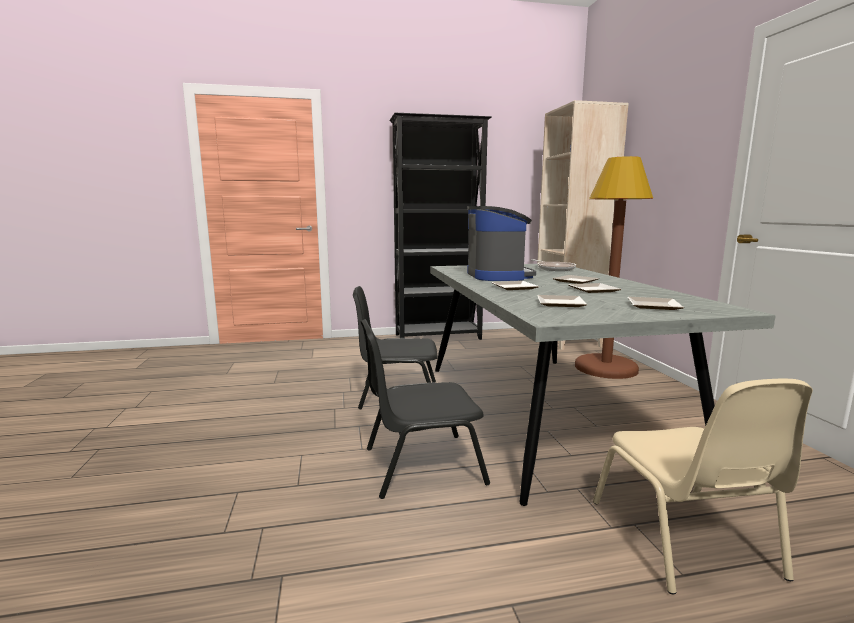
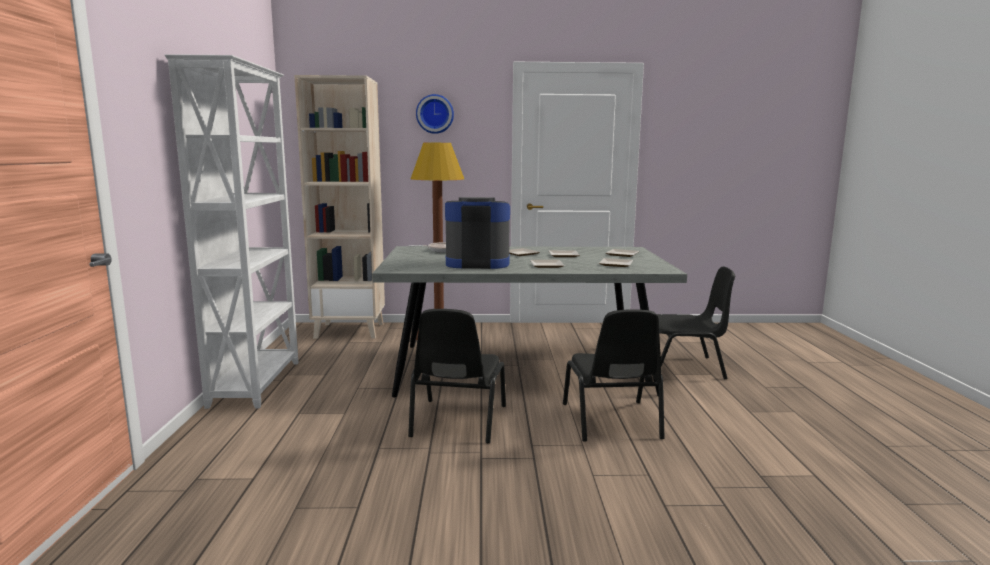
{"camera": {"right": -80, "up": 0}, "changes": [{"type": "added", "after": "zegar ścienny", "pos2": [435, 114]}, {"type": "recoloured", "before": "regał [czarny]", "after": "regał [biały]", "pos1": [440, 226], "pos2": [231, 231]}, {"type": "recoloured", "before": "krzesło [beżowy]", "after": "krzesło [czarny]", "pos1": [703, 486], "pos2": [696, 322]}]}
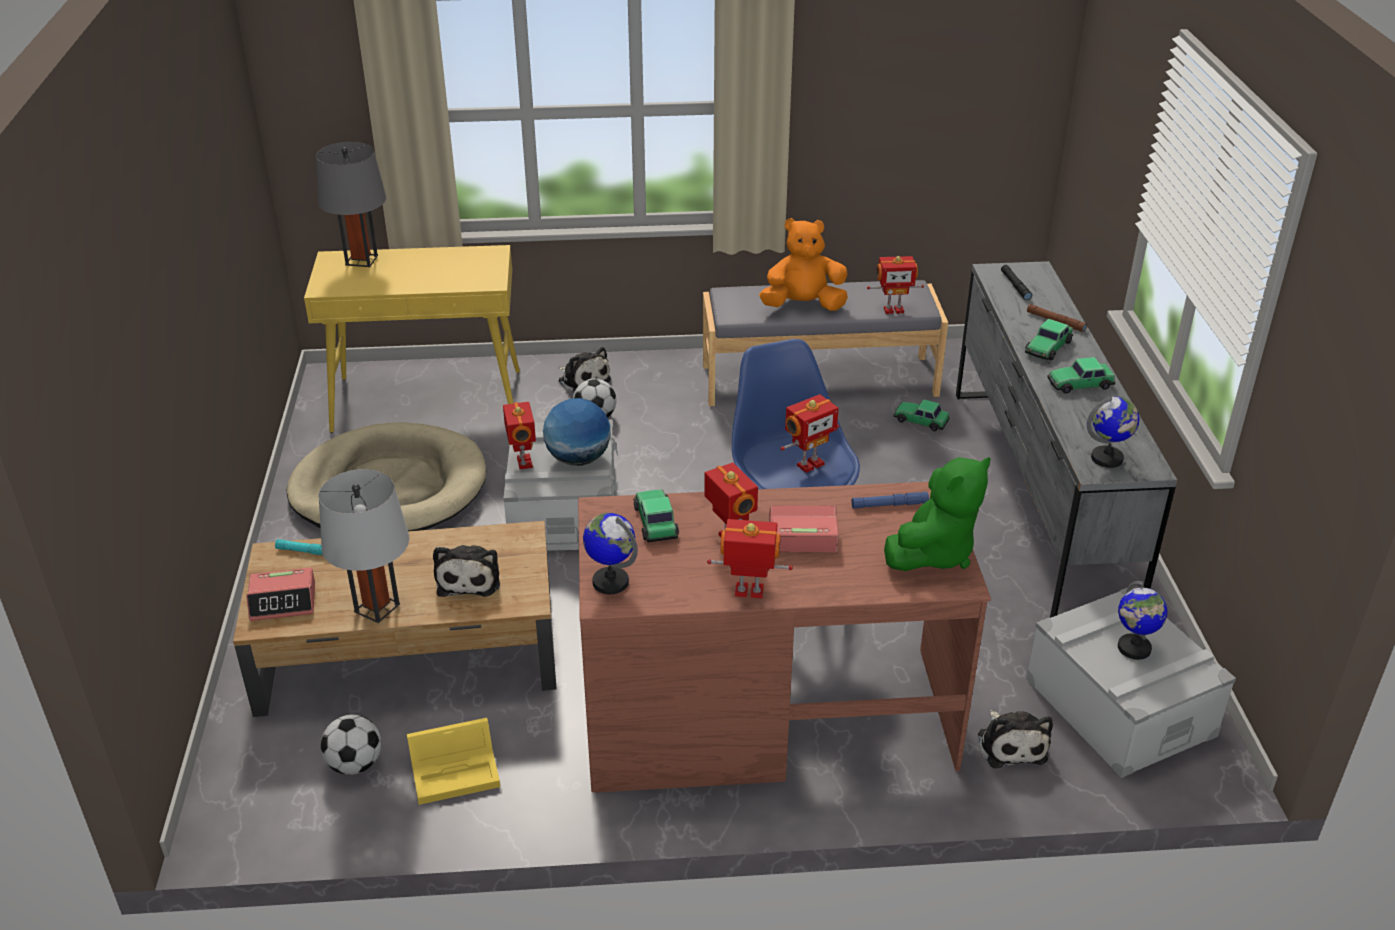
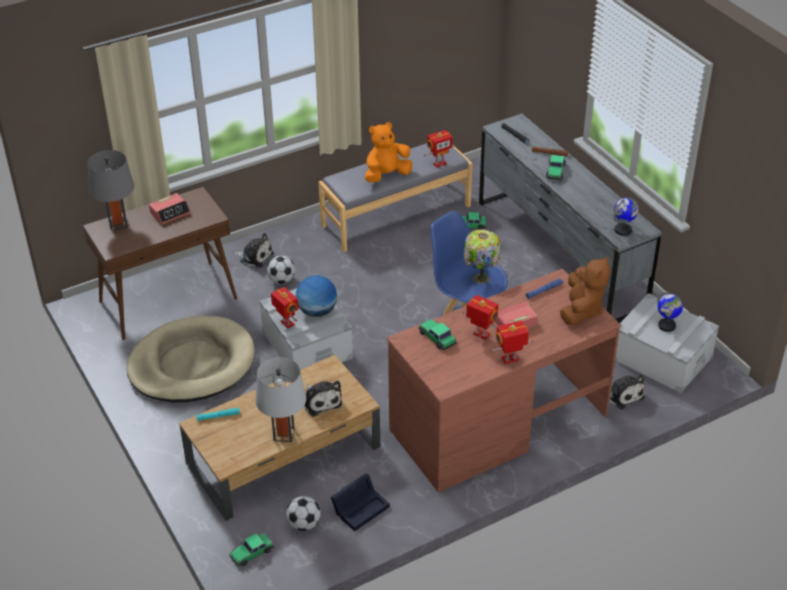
{"camera": {"right": -25, "up": 5}, "changes": [{"type": "removed", "before": "globus", "pos1": [610, 553]}, {"type": "moved", "before": "budzik", "pos1": [280, 594], "pos2": [170, 209]}, {"type": "moved", "before": "samochodzik", "pos1": [1081, 375], "pos2": [251, 549]}, {"type": "replaced", "before": "robot zabawkowy", "after": "lampa stołowa", "pos1": [809, 433], "pos2": [482, 256]}, {"type": "recoloured", "before": "stolik konsolowy [żółty]", "after": "stolik konsolowy [brązowy]", "pos1": [412, 339], "pos2": [160, 263]}, {"type": "recoloured", "before": "pojemnik do przechowywania [żółty]", "after": "pojemnik do przechowywania [czarny]", "pos1": [453, 761], "pos2": [360, 502]}, {"type": "recoloured", "before": "pluszak [zielony]", "after": "pluszak [brązowy]", "pos1": [937, 514], "pos2": [585, 290]}]}
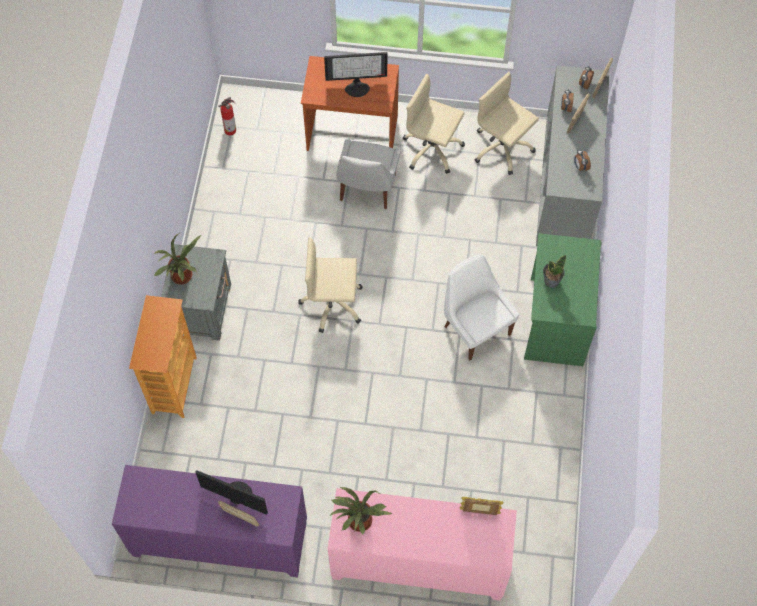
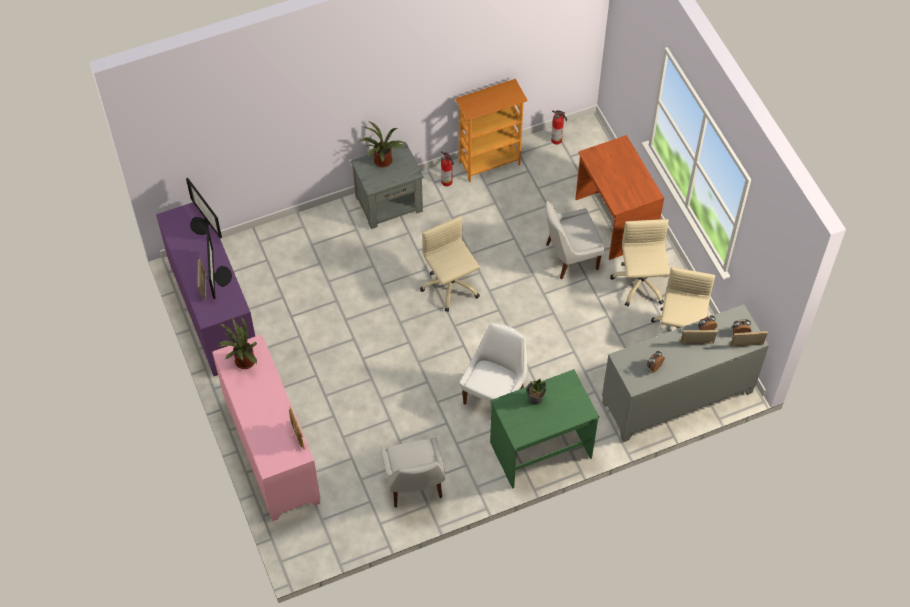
{"camera": {"right": 60, "up": -5}, "changes": [{"type": "added", "after": "krzesło [biały]", "pos2": [413, 473]}, {"type": "added", "after": "gaśnica", "pos2": [447, 168]}, {"type": "moved", "before": "regał", "pos1": [163, 356], "pos2": [491, 130]}, {"type": "moved", "before": "monitor", "pos1": [355, 74], "pos2": [204, 208]}]}
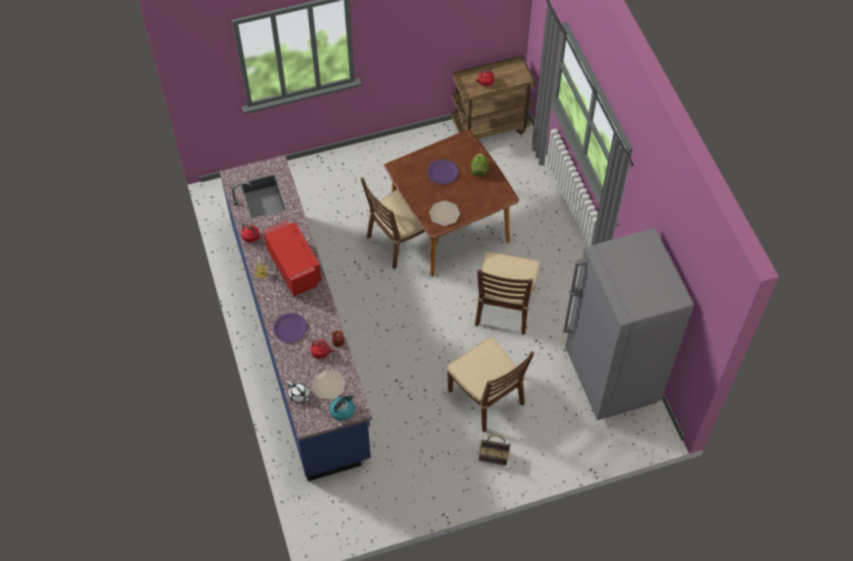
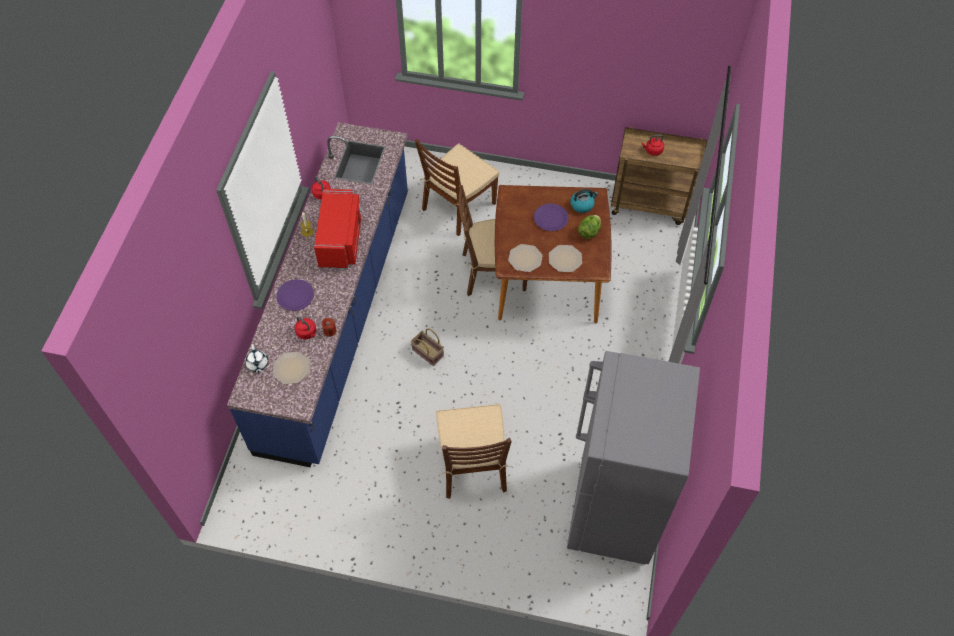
{"camera": {"right": 30, "up": 0}, "changes": [{"type": "added", "after": "talerz", "pos2": [565, 258]}, {"type": "moved", "before": "czajnik", "pos1": [342, 407], "pos2": [584, 201]}, {"type": "moved", "before": "krzesło [brązowy]", "pos1": [506, 293], "pos2": [457, 187]}, {"type": "moved", "before": "koszyk", "pos1": [494, 450], "pos2": [427, 347]}]}
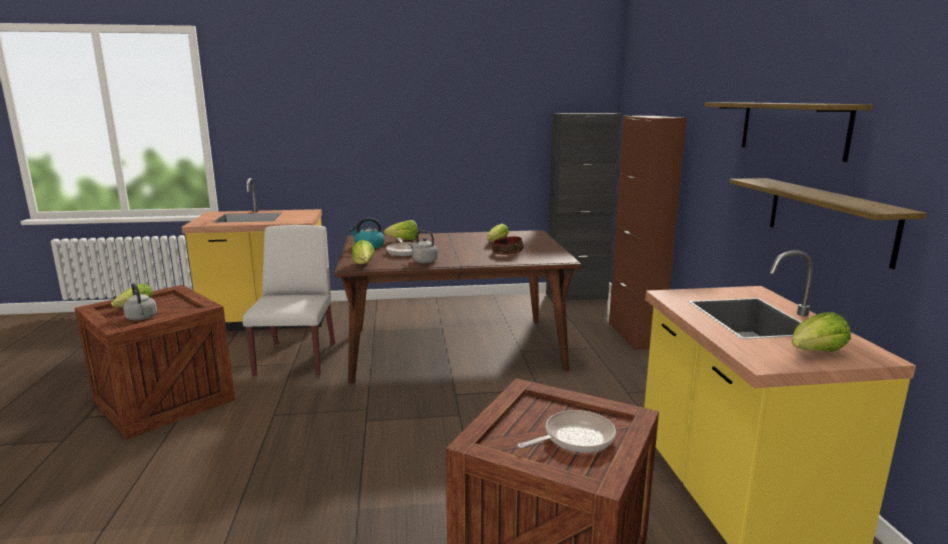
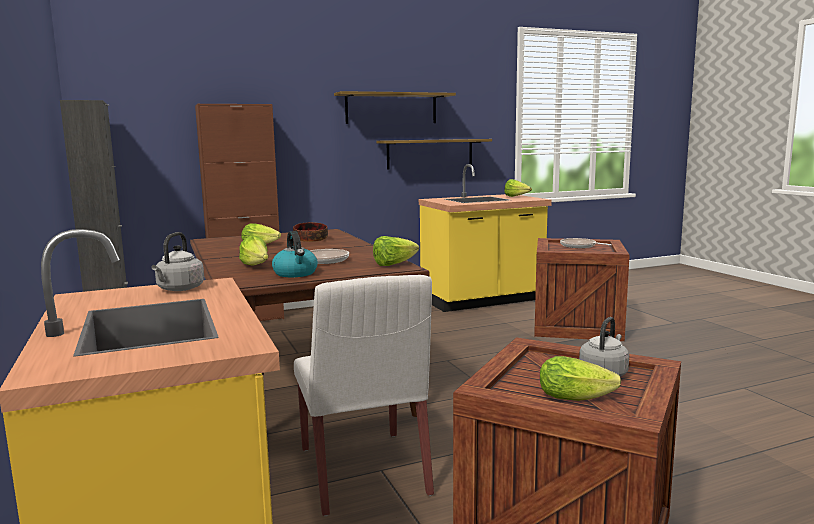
{"camera": {"right": -105, "up": -5}, "changes": [{"type": "moved", "before": "czajnik [szary]", "pos1": [423, 247], "pos2": [177, 261]}, {"type": "turned", "before": "krzesło [biały]", "pos1": [289, 301], "pos2": [364, 395], "turn": -90}]}
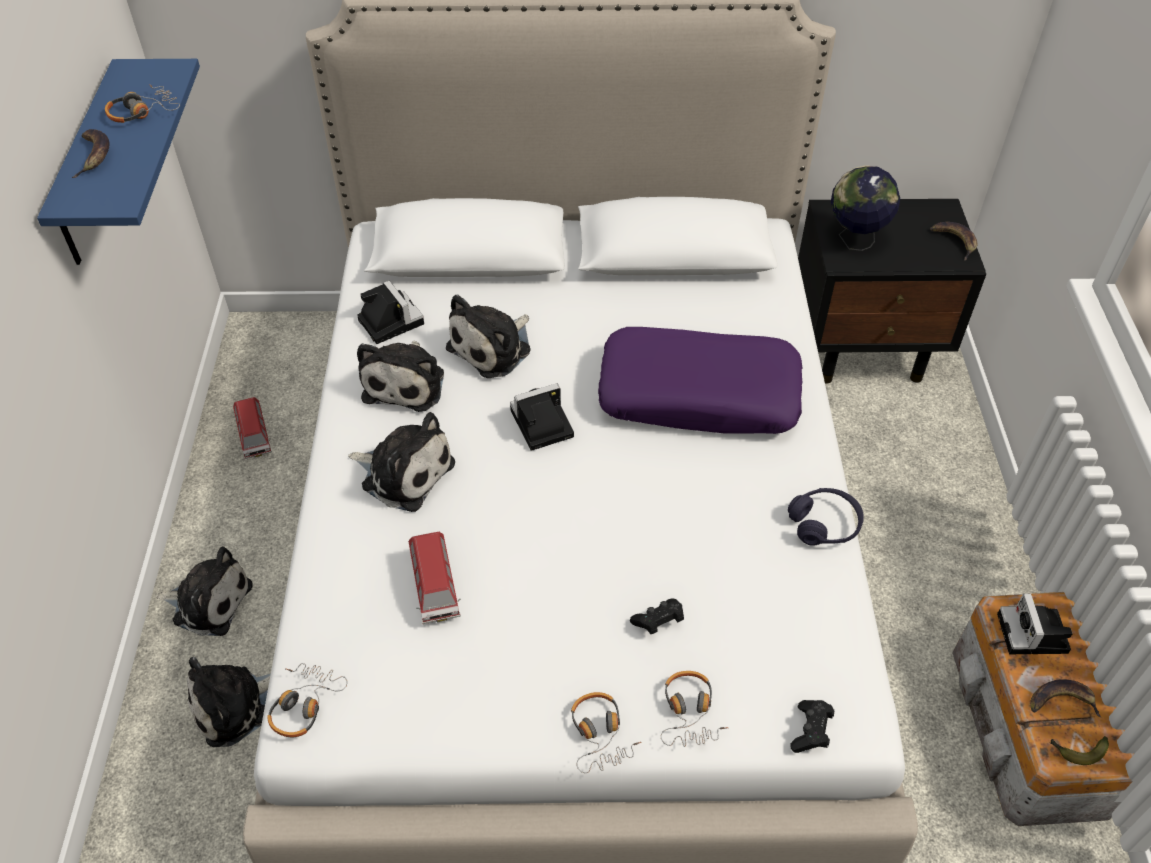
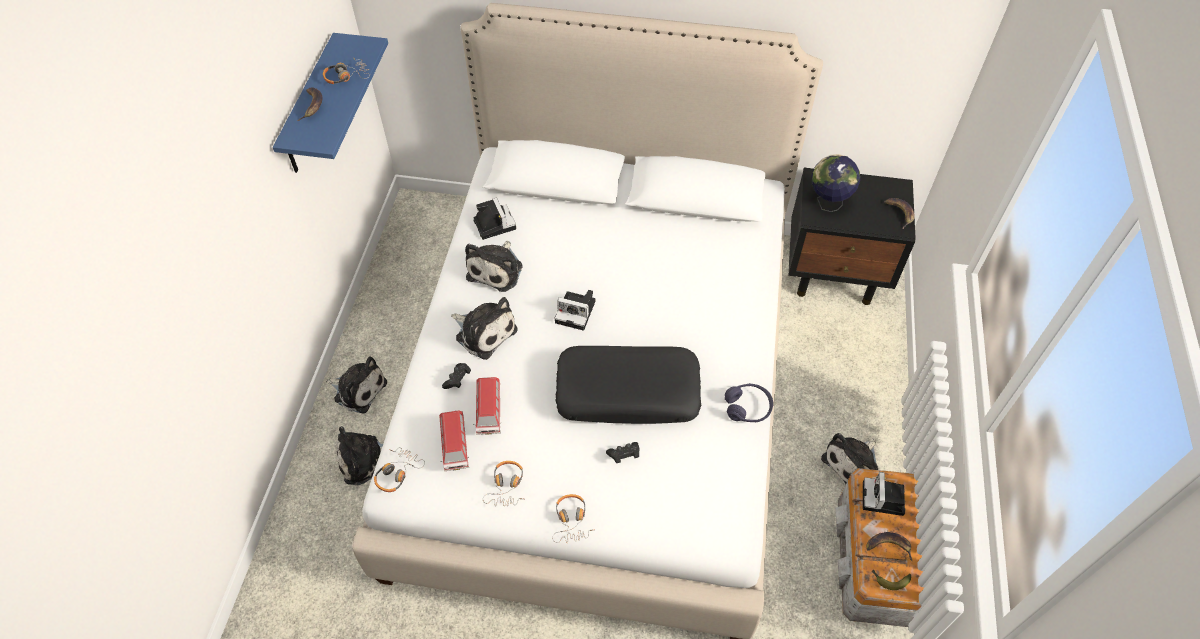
{"camera": {"right": 10, "up": 5}, "changes": [{"type": "removed", "before": "poduszka [fioletowy]", "pos1": [700, 380]}, {"type": "added", "after": "poduszka [czarny]", "pos2": [628, 385]}, {"type": "moved", "before": "samochodzik", "pos1": [252, 428], "pos2": [454, 441]}, {"type": "moved", "before": "pluszak", "pos1": [488, 336], "pos2": [849, 459]}, {"type": "moved", "before": "słuchawki", "pos1": [694, 709], "pos2": [503, 483]}, {"type": "moved", "before": "pad do gier [czarny]", "pos1": [812, 726], "pos2": [456, 376]}, {"type": "turned", "before": "aparat fotograficzny", "pos1": [542, 417], "pos2": [574, 310], "turn": -150}]}
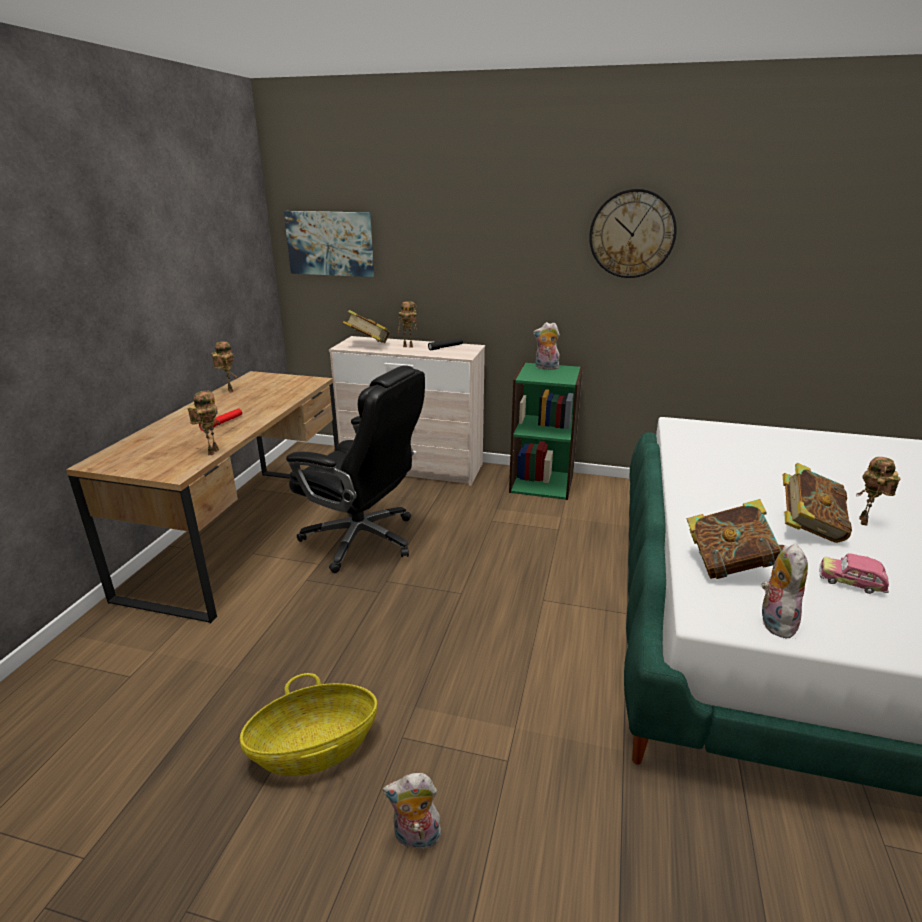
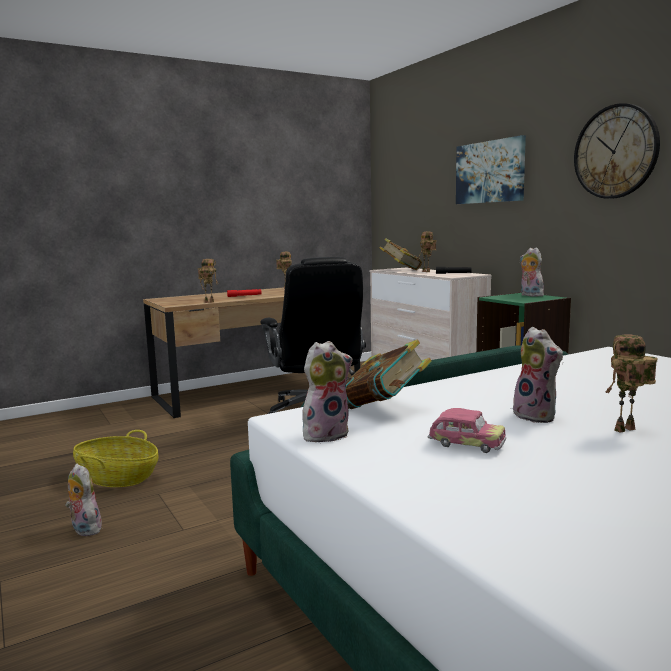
{"camera": {"right": 45, "up": -15}, "changes": [{"type": "moved", "before": "obraz", "pos1": [329, 244], "pos2": [491, 169]}, {"type": "replaced", "before": "książka", "after": "pluszak", "pos1": [817, 503], "pos2": [538, 375]}, {"type": "turned", "before": "samochodzik", "pos1": [854, 573], "pos2": [466, 430], "turn": 135}]}
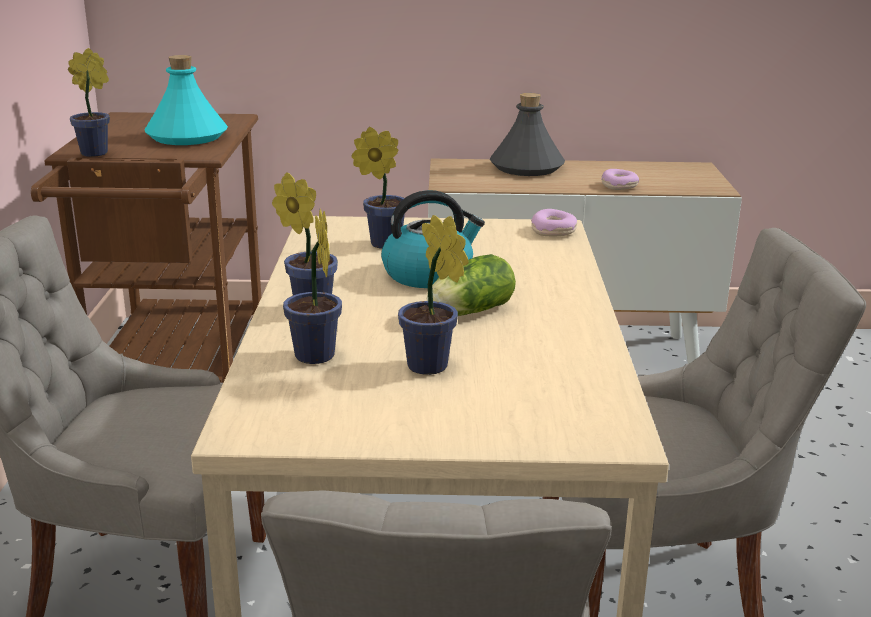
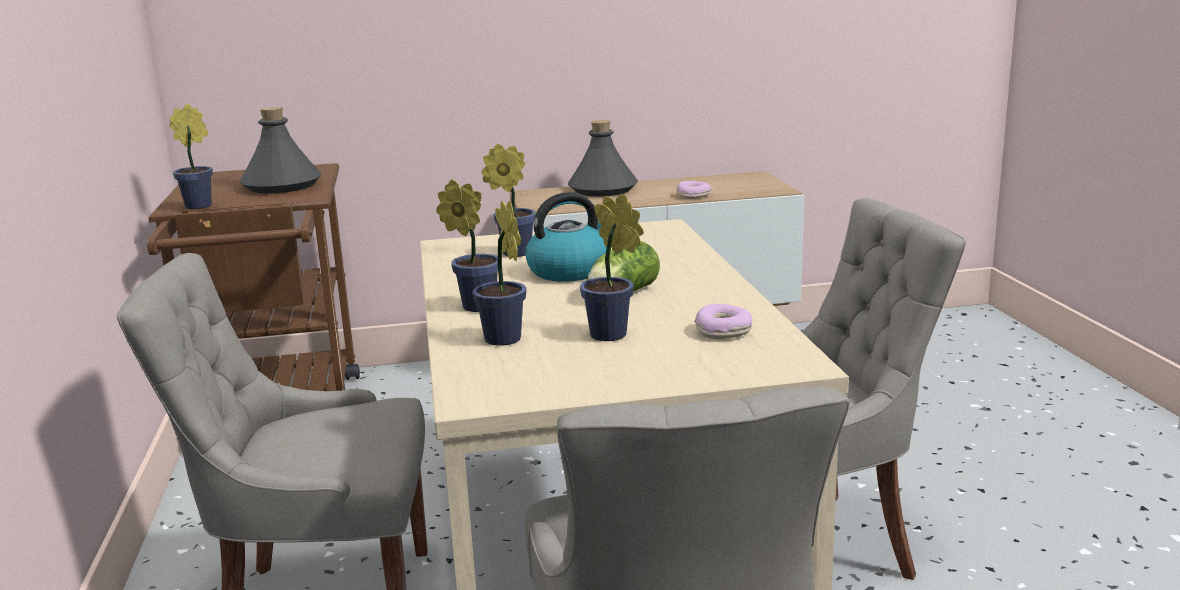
{"camera": {"right": -10, "up": -5}, "changes": [{"type": "moved", "before": "donut", "pos1": [554, 222], "pos2": [723, 321]}, {"type": "recoloured", "before": "butelka [turkusowy]", "after": "butelka [szary]", "pos1": [186, 100], "pos2": [280, 150]}]}
